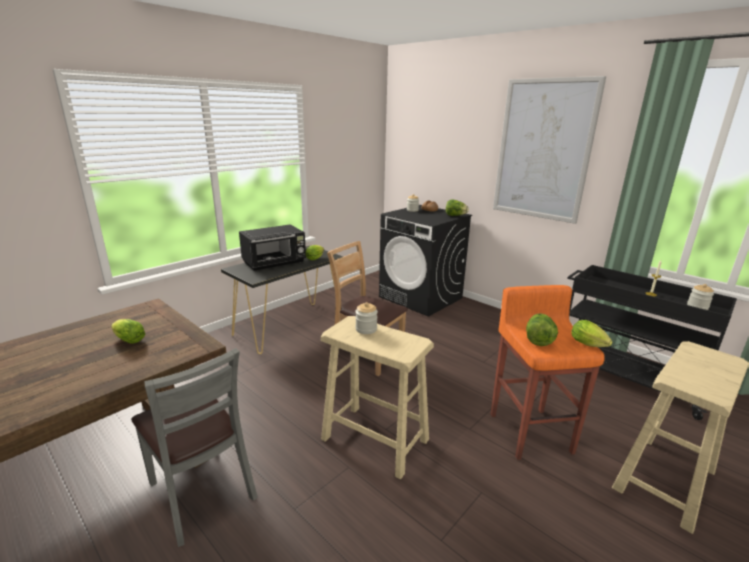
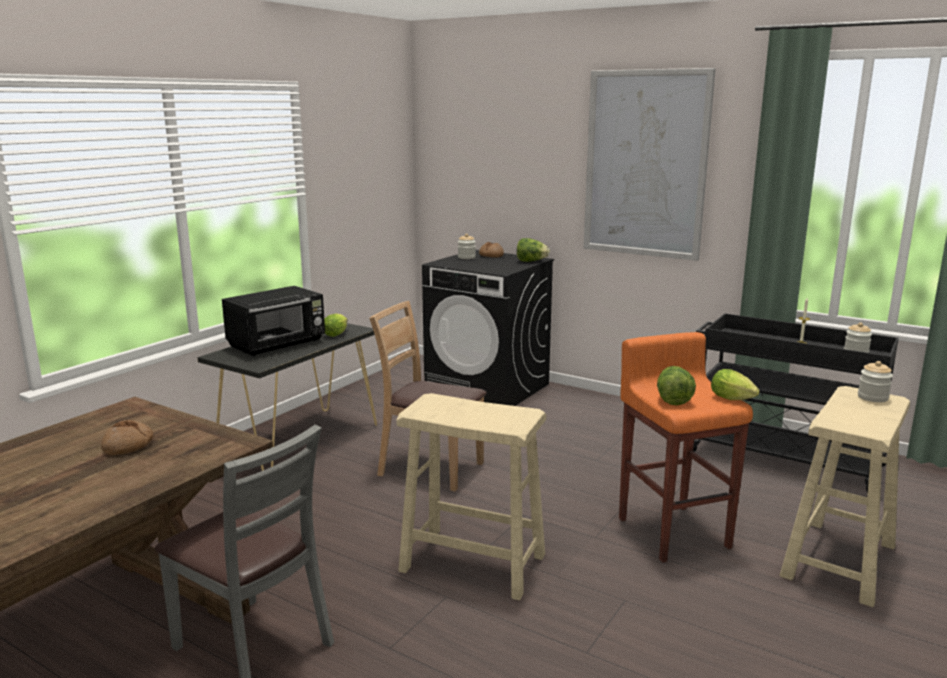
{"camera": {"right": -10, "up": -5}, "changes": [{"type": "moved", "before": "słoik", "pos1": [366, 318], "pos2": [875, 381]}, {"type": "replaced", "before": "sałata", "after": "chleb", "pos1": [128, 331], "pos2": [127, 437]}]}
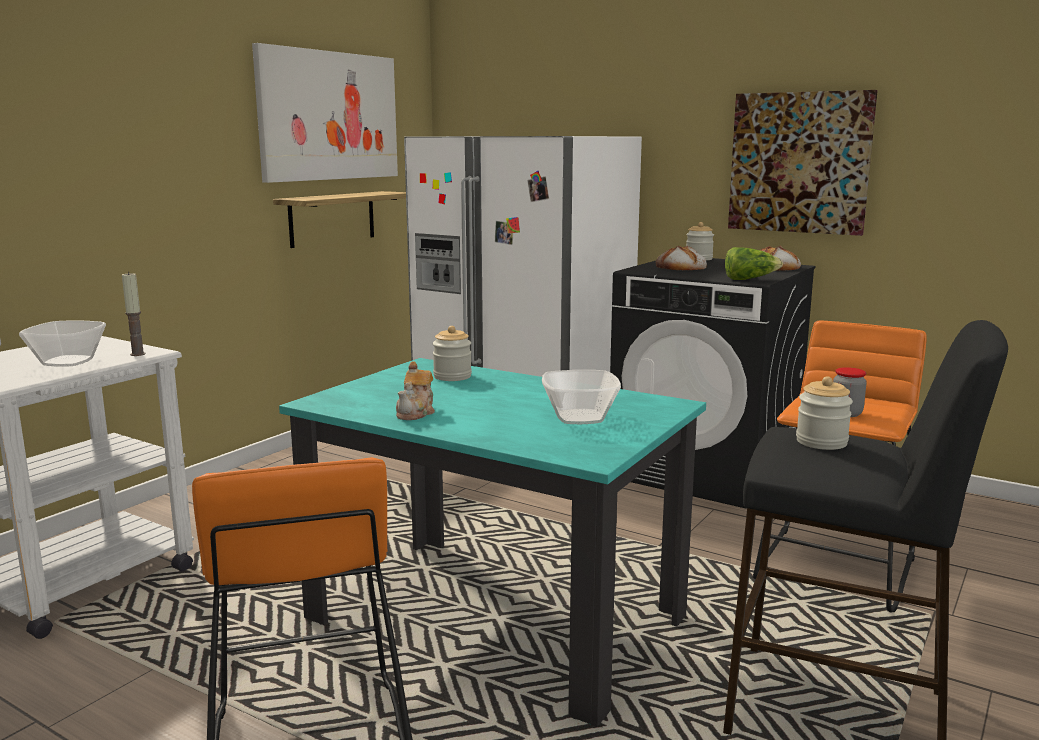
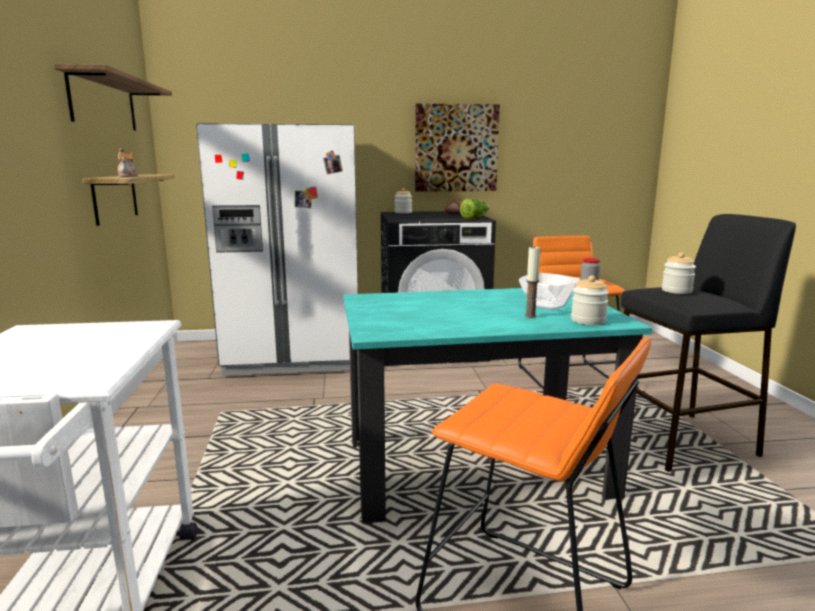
{"camera": {"right": -40, "up": 0}, "changes": [{"type": "removed", "before": "miska", "pos1": [62, 344]}, {"type": "removed", "before": "chleb", "pos1": [681, 258]}, {"type": "moved", "before": "świeca", "pos1": [134, 314], "pos2": [533, 282]}, {"type": "moved", "before": "imbryk", "pos1": [415, 390], "pos2": [128, 162]}, {"type": "moved", "before": "słoik", "pos1": [452, 353], "pos2": [590, 300]}, {"type": "replaced", "before": "obraz", "after": "półka", "pos1": [325, 113], "pos2": [113, 97]}]}
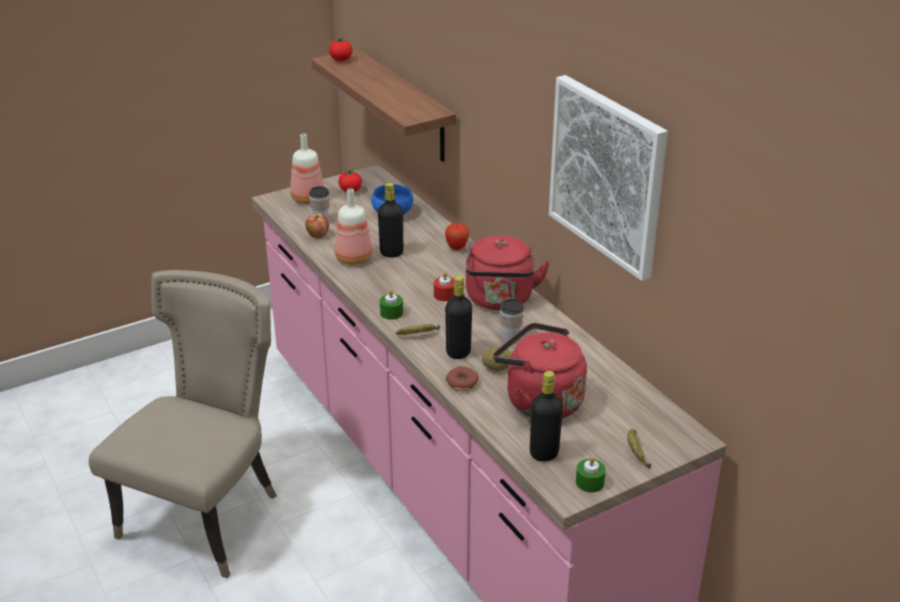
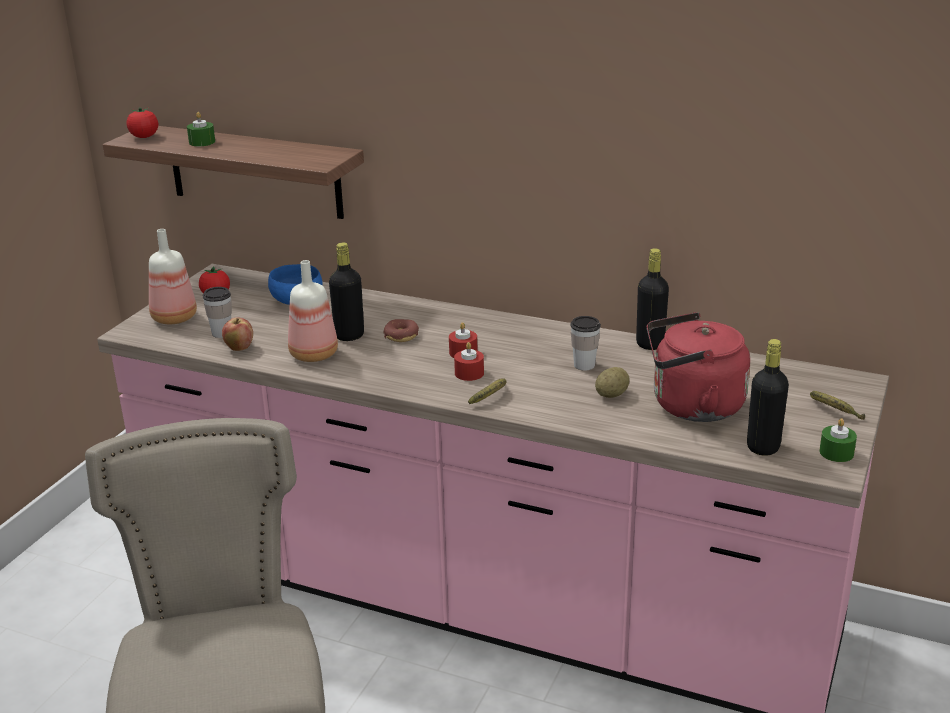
{"camera": {"right": -35, "up": -5}, "changes": [{"type": "removed", "before": "jabłko", "pos1": [457, 236]}, {"type": "removed", "before": "czajnik [czerwony]", "pos1": [508, 272]}, {"type": "removed", "before": "obraz", "pos1": [608, 178]}, {"type": "added", "after": "świeca [czerwony]", "pos2": [469, 361]}, {"type": "moved", "before": "świeca [zielony]", "pos1": [391, 304], "pos2": [201, 129]}, {"type": "moved", "before": "butelka [czarny]", "pos1": [458, 317], "pos2": [652, 299]}, {"type": "moved", "before": "donut", "pos1": [462, 378], "pos2": [401, 330]}]}
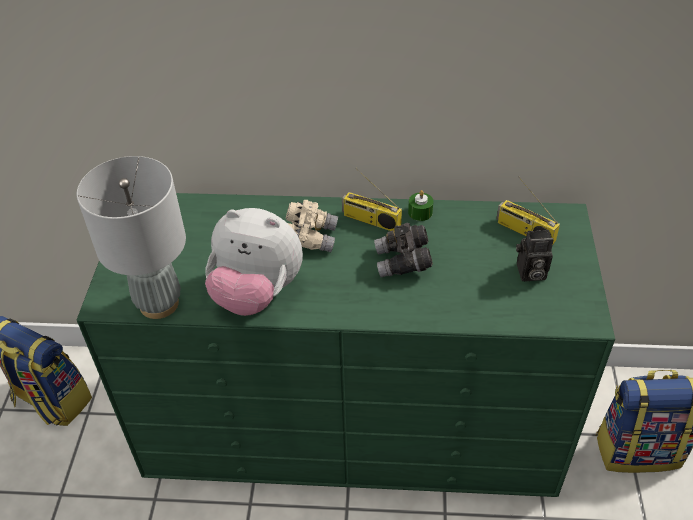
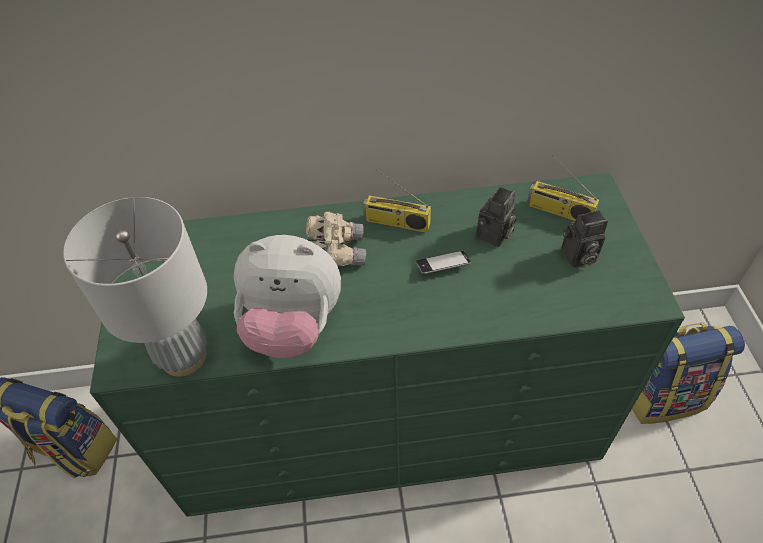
{"camera": {"right": -10, "up": 5}, "changes": [{"type": "removed", "before": "świeca [zielony]", "pos1": [420, 205]}, {"type": "added", "after": "aparat fotograficzny", "pos2": [496, 217]}, {"type": "replaced", "before": "lornetka [szary]", "after": "telefon", "pos1": [403, 250], "pos2": [443, 262]}]}
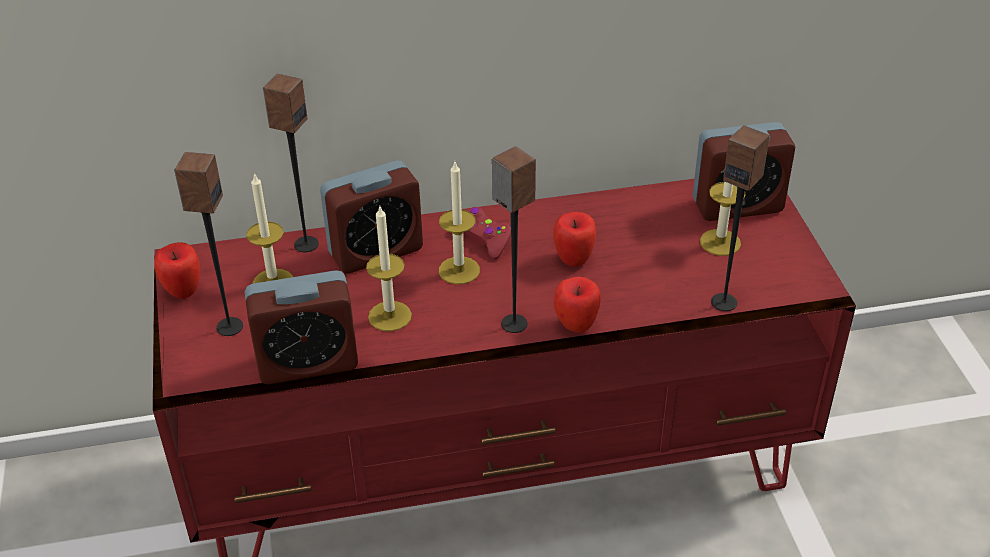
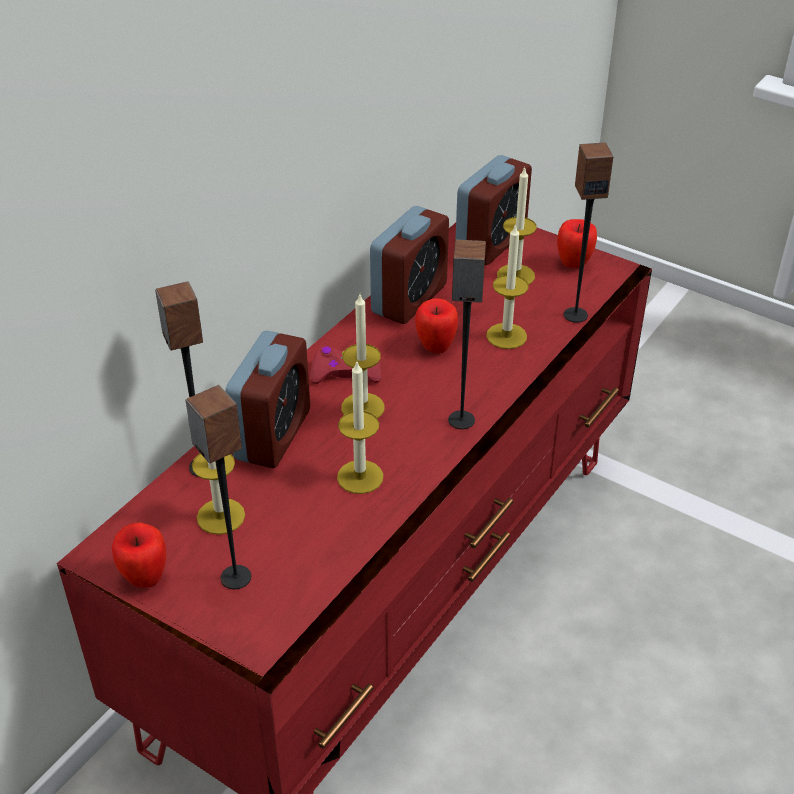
{"camera": {"right": -45, "up": 0}, "changes": [{"type": "added", "after": "świeca", "pos2": [507, 286]}, {"type": "moved", "before": "budzik", "pos1": [301, 327], "pos2": [409, 265]}, {"type": "moved", "before": "jabłko", "pos1": [577, 304], "pos2": [577, 243]}]}
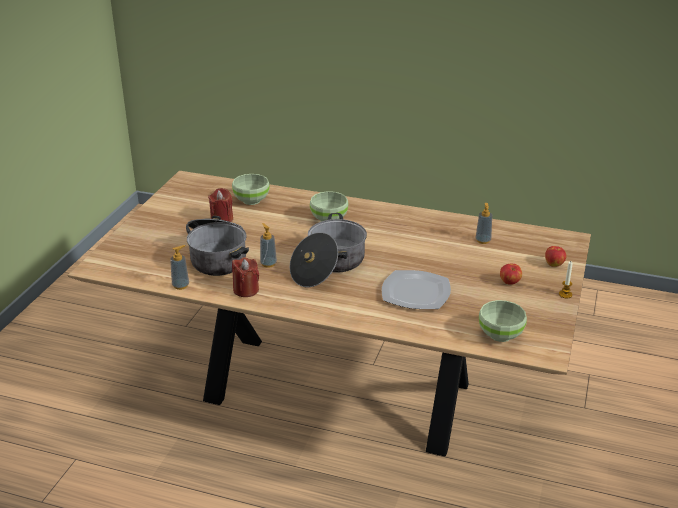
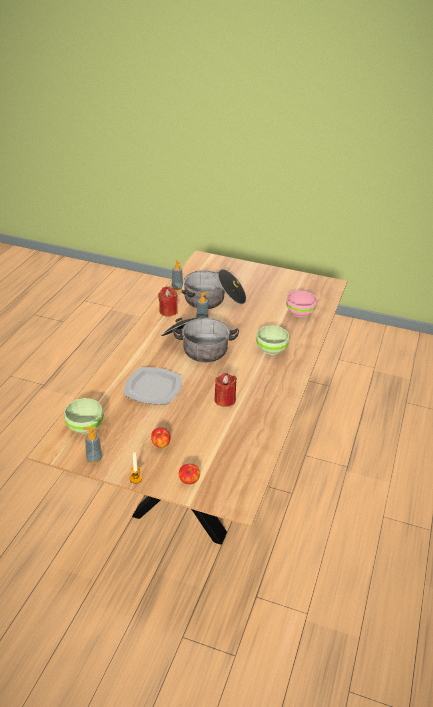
{"camera": {"right": 90, "up": 5}, "changes": [{"type": "moved", "before": "świeca [czerwony]", "pos1": [220, 205], "pos2": [225, 390]}, {"type": "moved", "before": "dozownik mydła", "pos1": [483, 223], "pos2": [92, 445]}, {"type": "recoloured", "before": "miska [zielony]", "after": "miska [różowy]", "pos1": [250, 189], "pos2": [301, 303]}]}
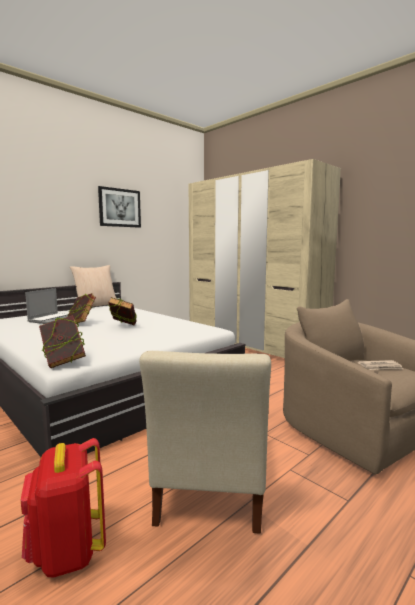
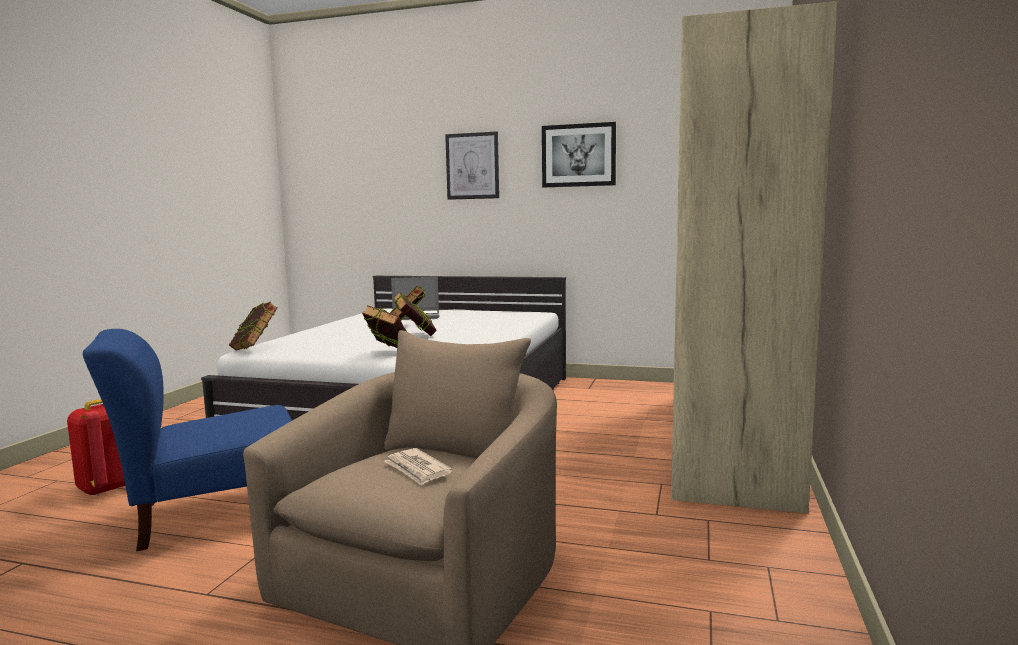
{"camera": {"right": 60, "up": 0}, "changes": [{"type": "removed", "before": "poduszka [beżowy]", "pos1": [93, 286]}, {"type": "added", "after": "książka", "pos2": [384, 326]}, {"type": "added", "after": "obraz", "pos2": [472, 165]}, {"type": "recoloured", "before": "krzesło [beżowy]", "after": "krzesło [niebieski]", "pos1": [205, 442], "pos2": [187, 440]}]}
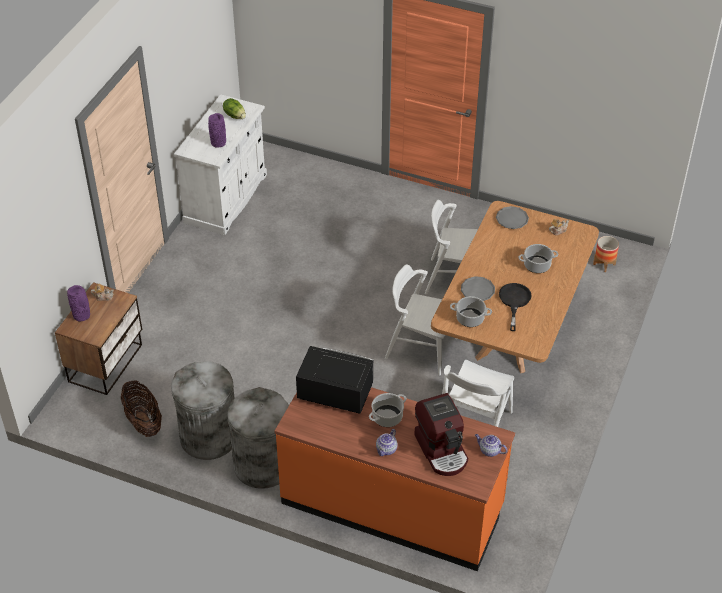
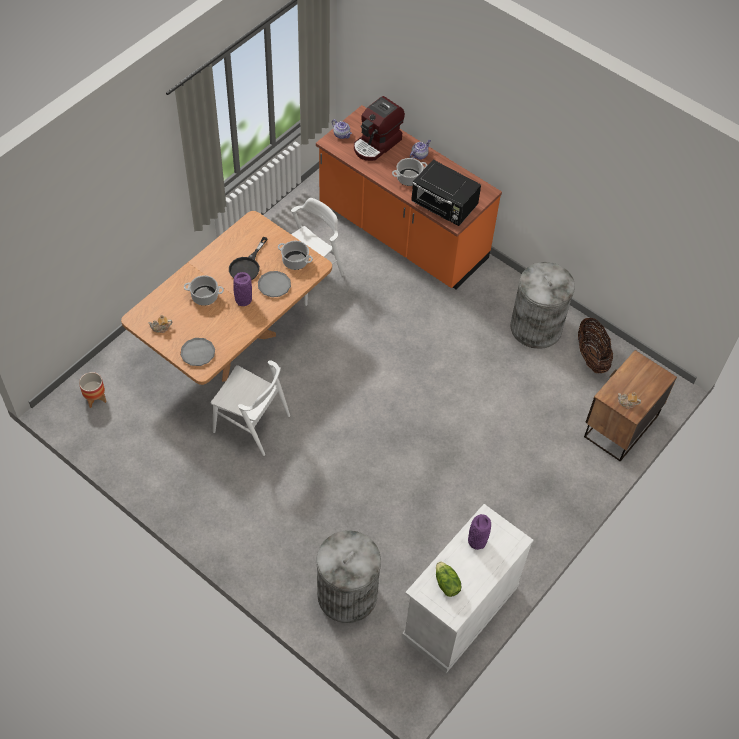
{"camera": {"right": -165, "up": 10}, "changes": [{"type": "removed", "before": "krzesło [biały]", "pos1": [421, 320]}, {"type": "moved", "before": "wazon [fioletowy]", "pos1": [78, 303], "pos2": [242, 289]}, {"type": "moved", "before": "kosz na śmieci [szary]", "pos1": [258, 438], "pos2": [348, 577]}, {"type": "turned", "before": "ekspres do kawy", "pos1": [441, 434], "pos2": [379, 128], "turn": -135}]}
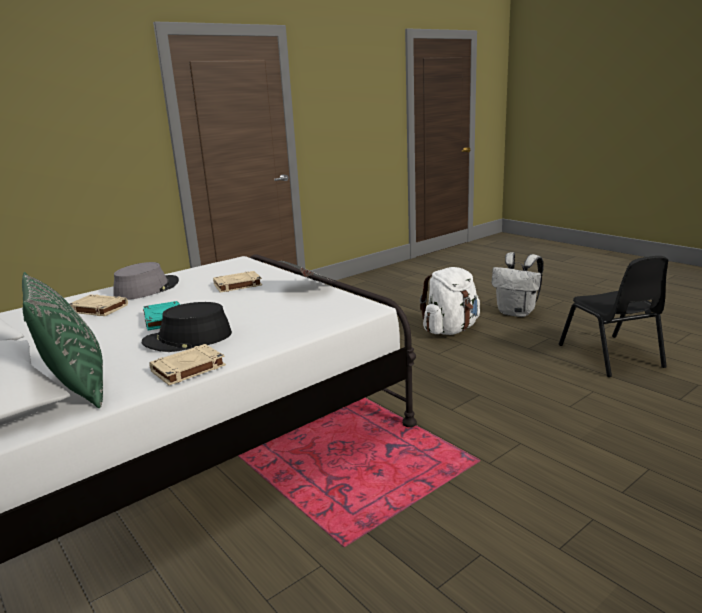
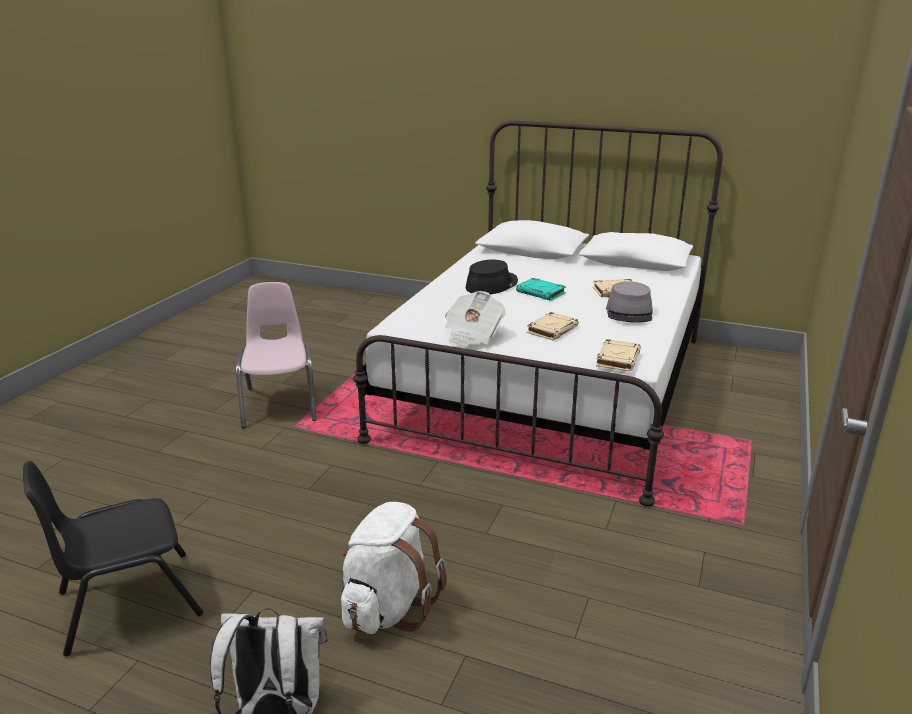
{"camera": {"right": 150, "up": 5}, "changes": [{"type": "removed", "before": "poduszka [zielony]", "pos1": [62, 340]}, {"type": "added", "after": "krzesło [różowy]", "pos2": [276, 355]}, {"type": "moved", "before": "książka [beżowy]", "pos1": [187, 364], "pos2": [618, 355]}, {"type": "turned", "before": "krzesło [czarny]", "pos1": [613, 316], "pos2": [113, 558], "turn": -75}]}
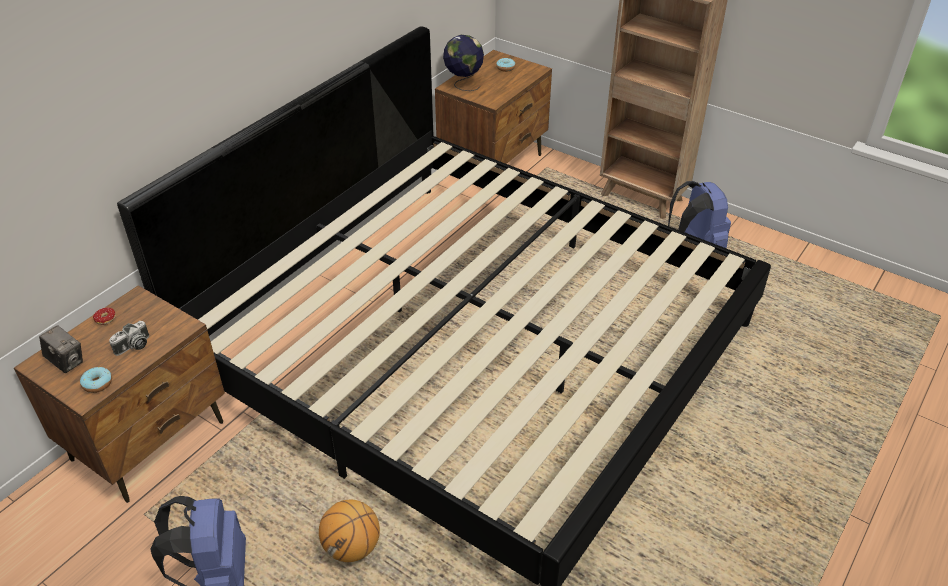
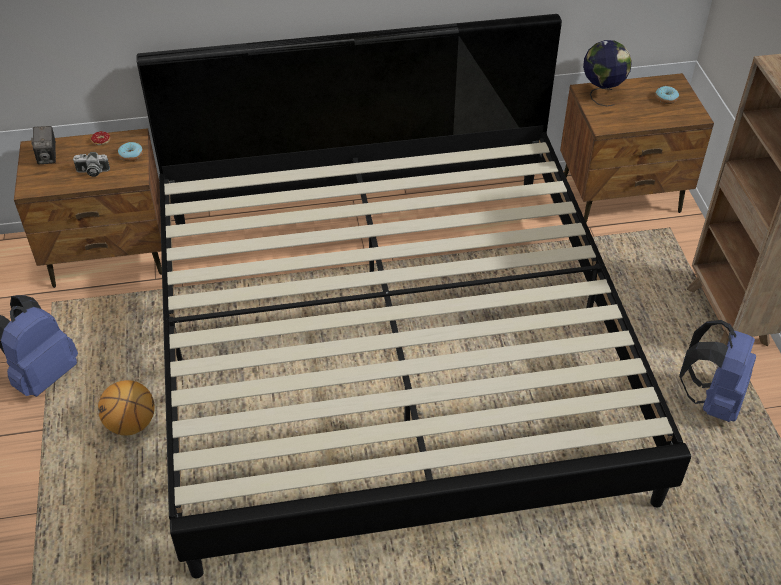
{"camera": {"right": 45, "up": 5}, "changes": [{"type": "moved", "before": "donut", "pos1": [96, 380], "pos2": [130, 152]}]}
